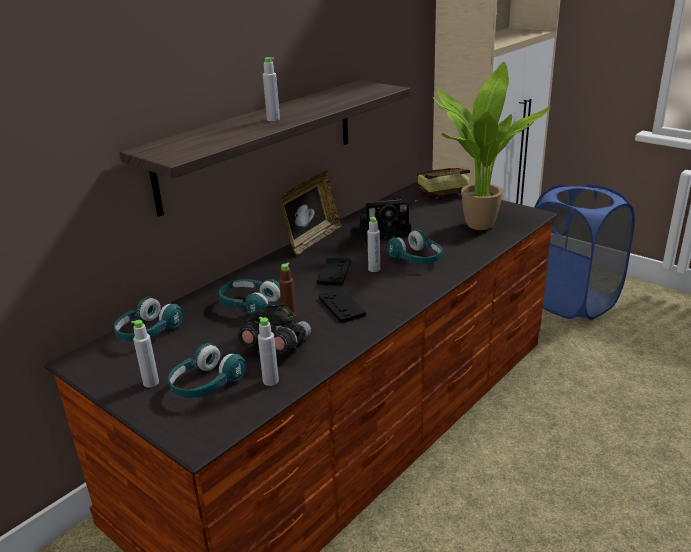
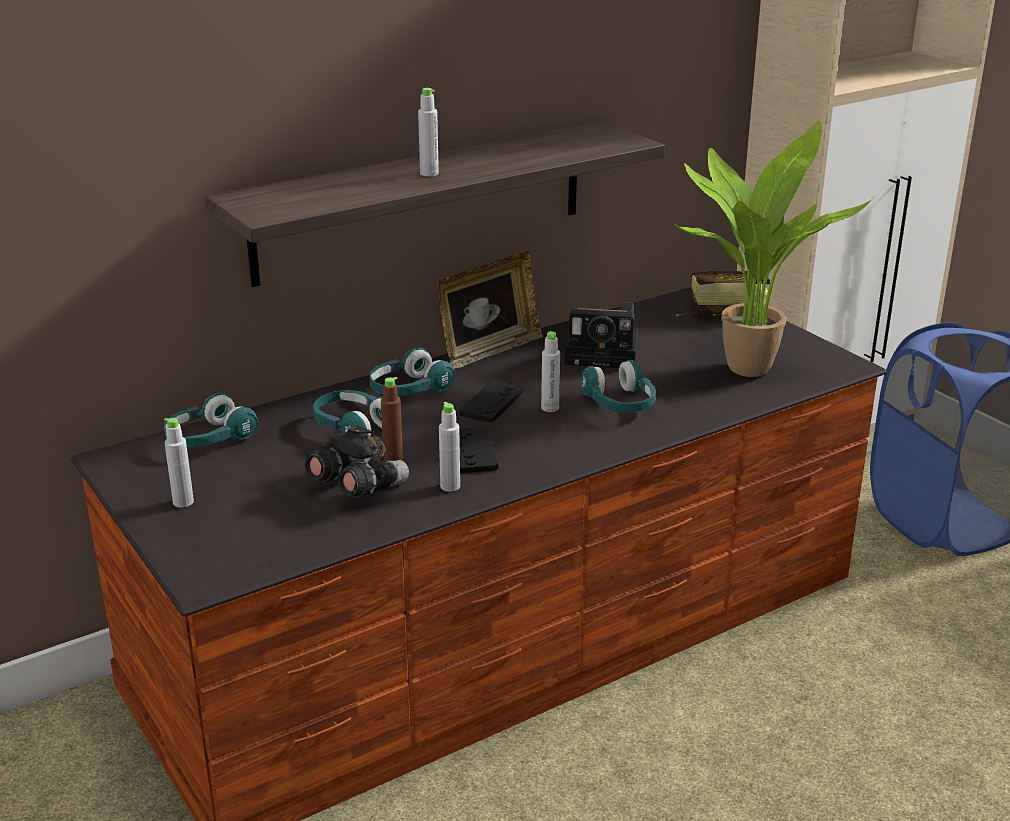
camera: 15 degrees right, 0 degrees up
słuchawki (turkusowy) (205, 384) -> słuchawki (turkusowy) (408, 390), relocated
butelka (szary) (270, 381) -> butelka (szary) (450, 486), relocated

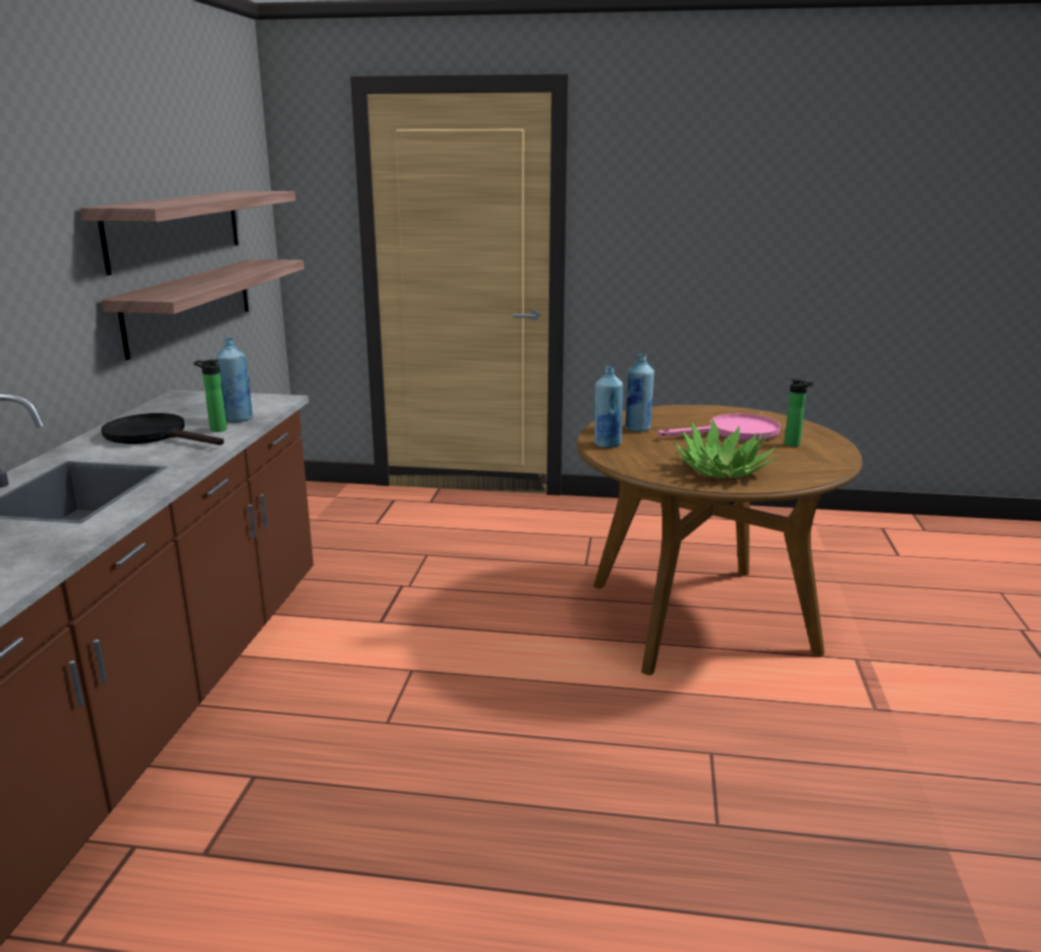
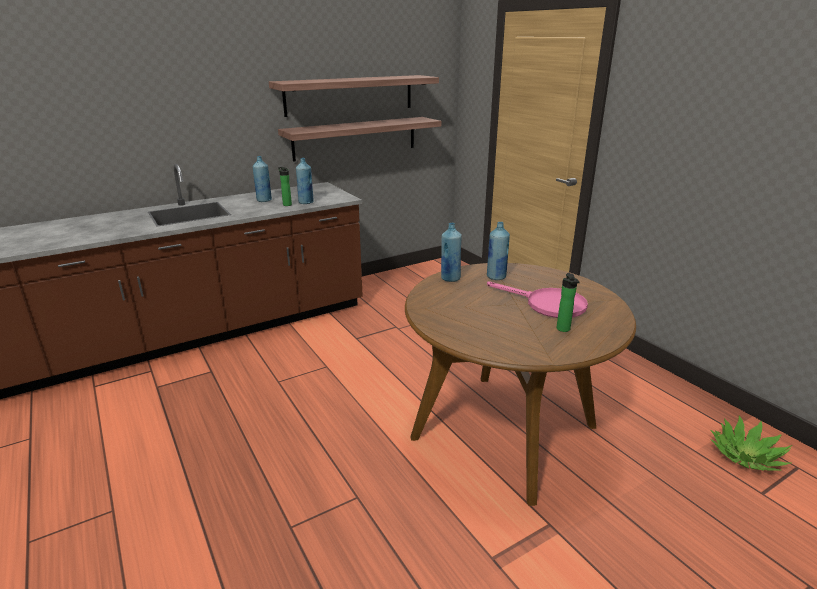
camera: 50 degrees right, 5 degrees up
roślina doniczkowa (722, 470) -> roślina doniczkowa (746, 456), relocated
patelnia (czarny) (154, 435) -> butelka (niebieski) (264, 200)

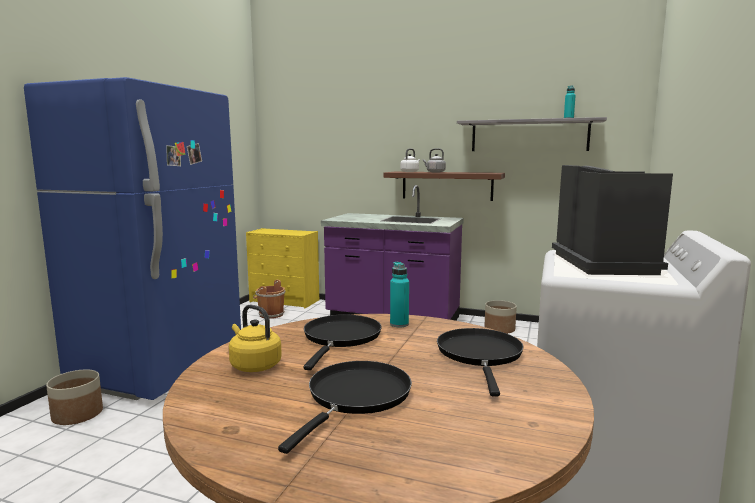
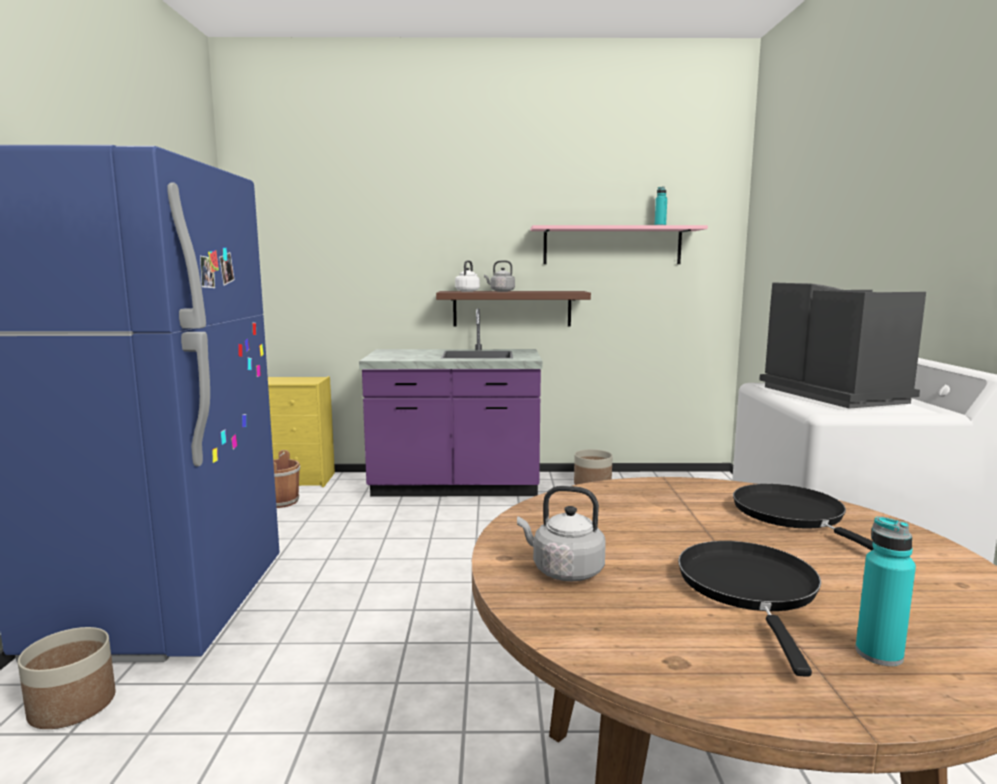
camera: 20 degrees left, 0 degrees up
patelnia (czarny) (341, 338) -> none
butelka (turkusowy) (399, 324) -> butelka (turkusowy) (879, 654), relocated
czajnik (żółty) (254, 365) -> czajnik (szary) (564, 571)
półka (szary) (529, 136) -> półka (różowy) (612, 246)

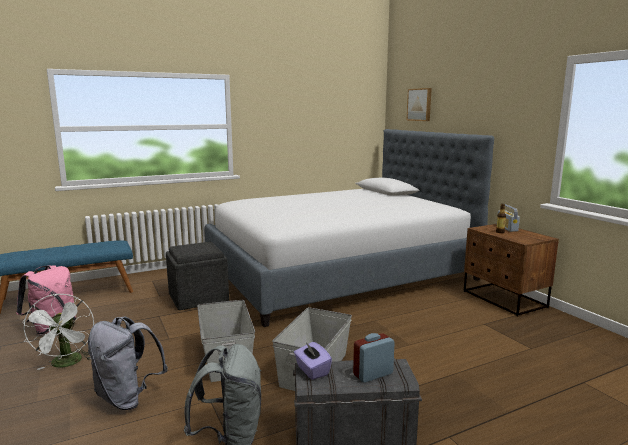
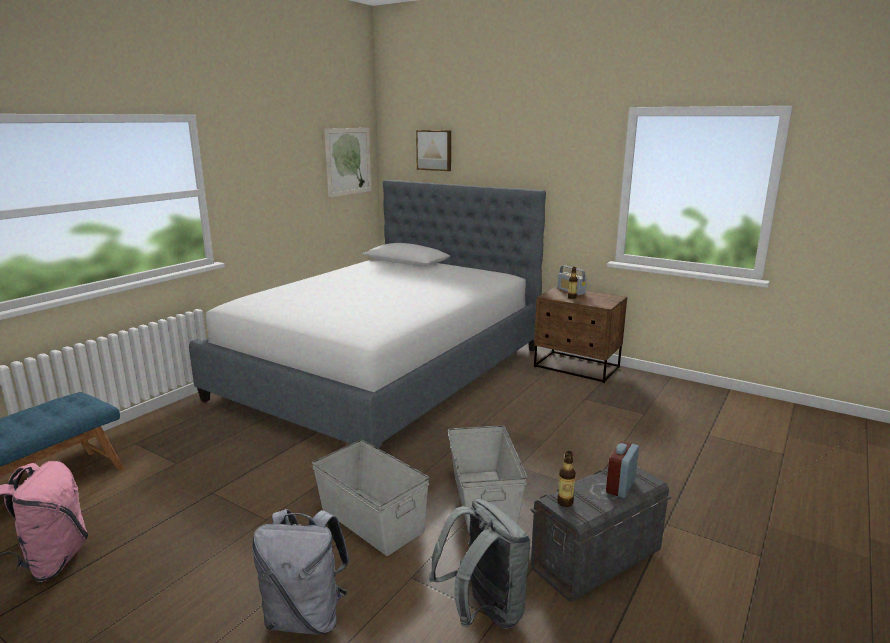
camera: 30 degrees left, 5 degrees up
wentylator (biały) (66, 364) -> none
pufa (szary) (199, 298) -> none
none -> obraz (348, 161)
pudełko chusteczek (fioletowy) (312, 370) -> butelka (565, 502)

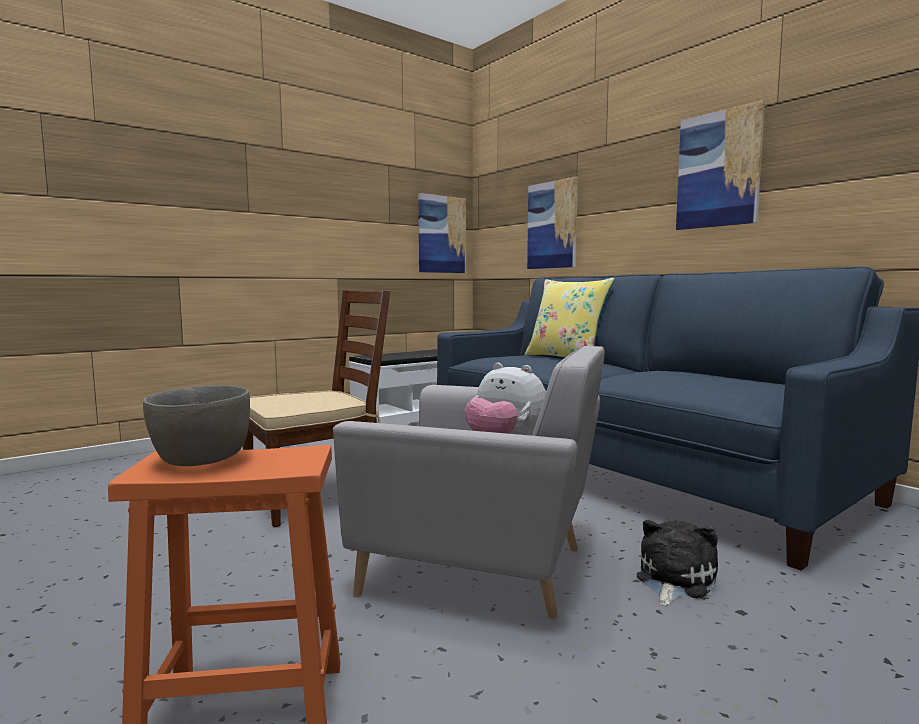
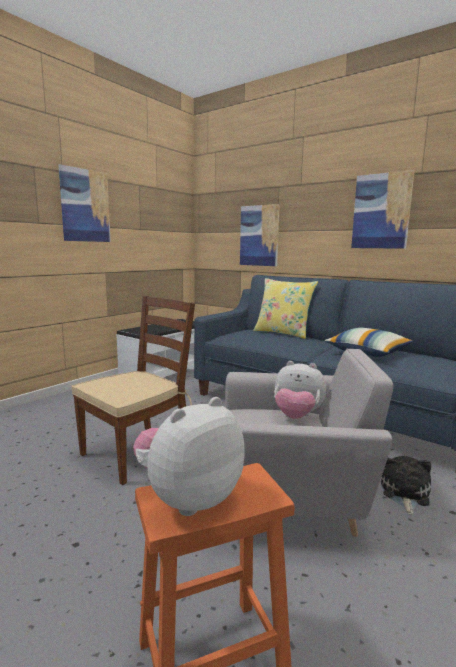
camera: 15 degrees left, 5 degrees up
none -> poduszka (368, 352)
obraz (441, 234) -> obraz (85, 206), relocated
miska (szary) (200, 460) -> pluszak (188, 497)

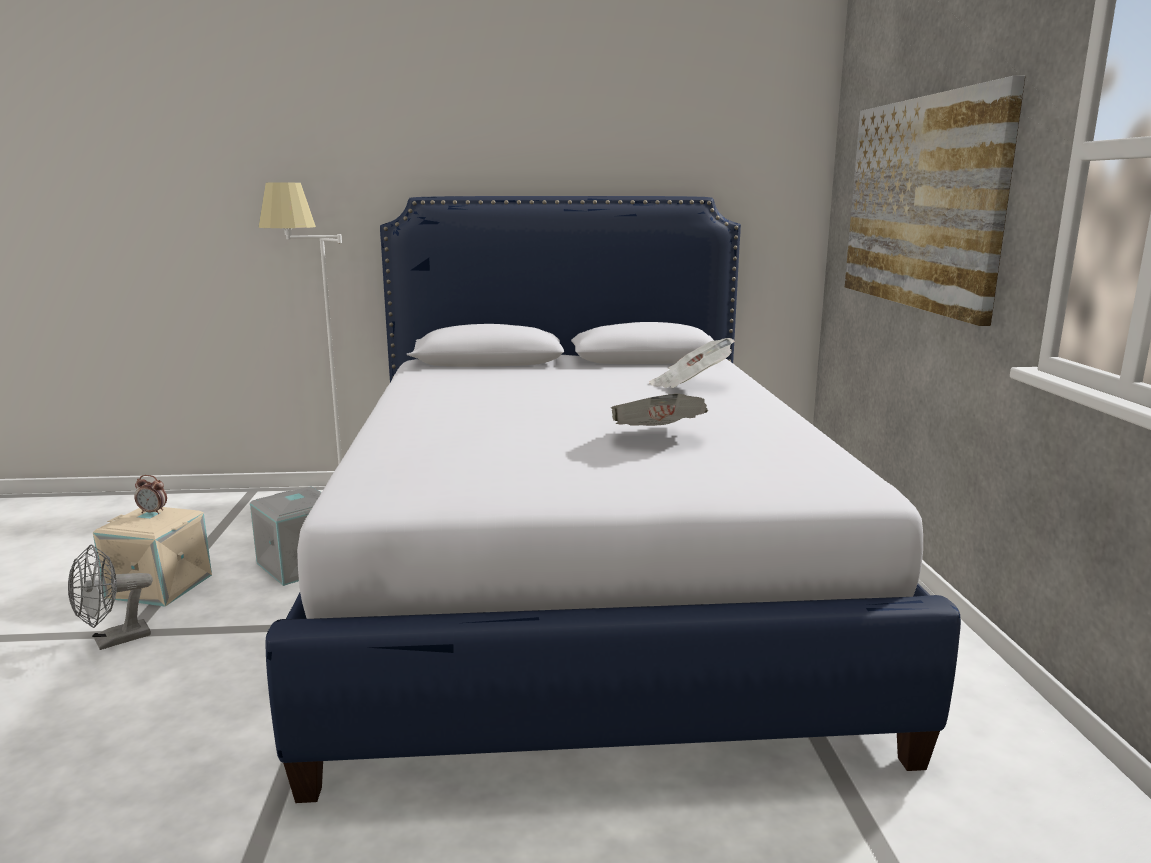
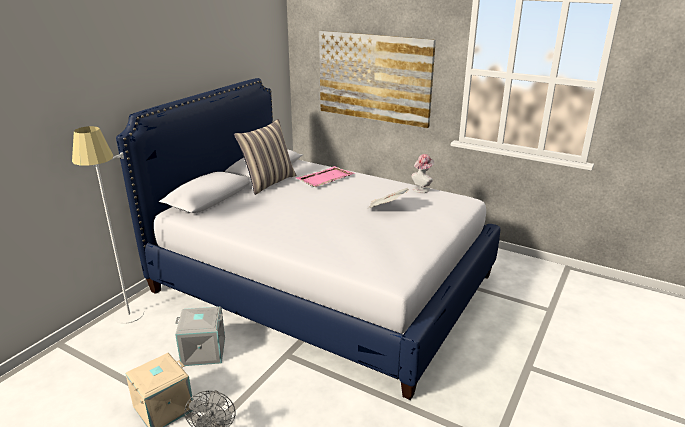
camera: 55 degrees left, 10 degrees up
budzik (153, 512) -> none
none -> poduszka (269, 182)
none -> kapelusz (422, 189)
gazeta (690, 385) -> taca (różowy) (324, 178)

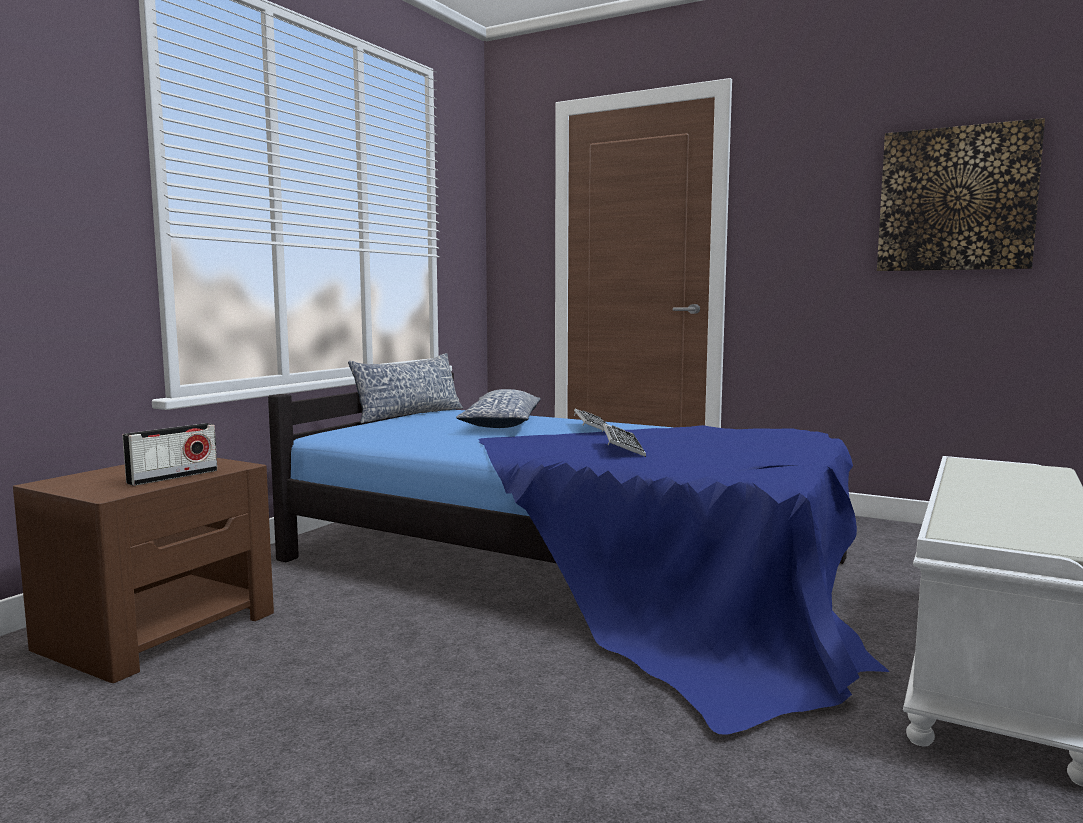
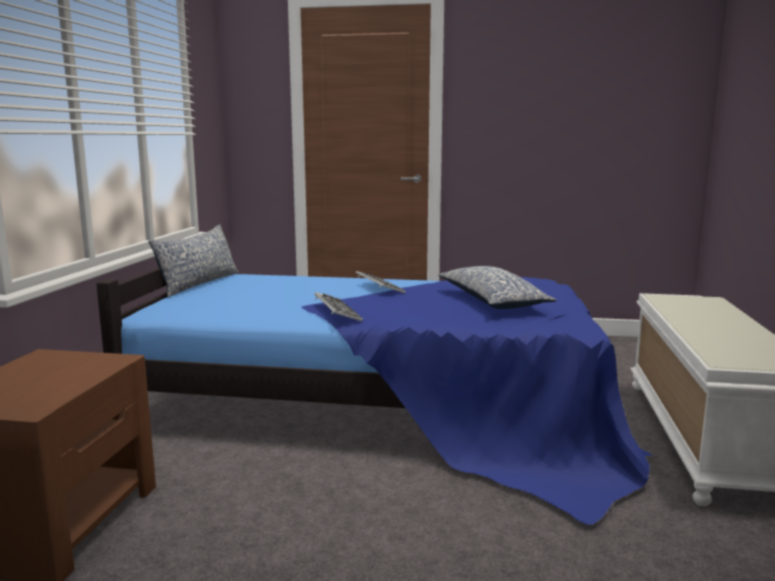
camera: 20 degrees left, 5 degrees up
radio (173, 477) -> none
obraz (956, 199) -> none
poduszka (501, 424) -> poduszka (491, 301), relocated
klawiatura (622, 447) -> klawiatura (336, 312), relocated

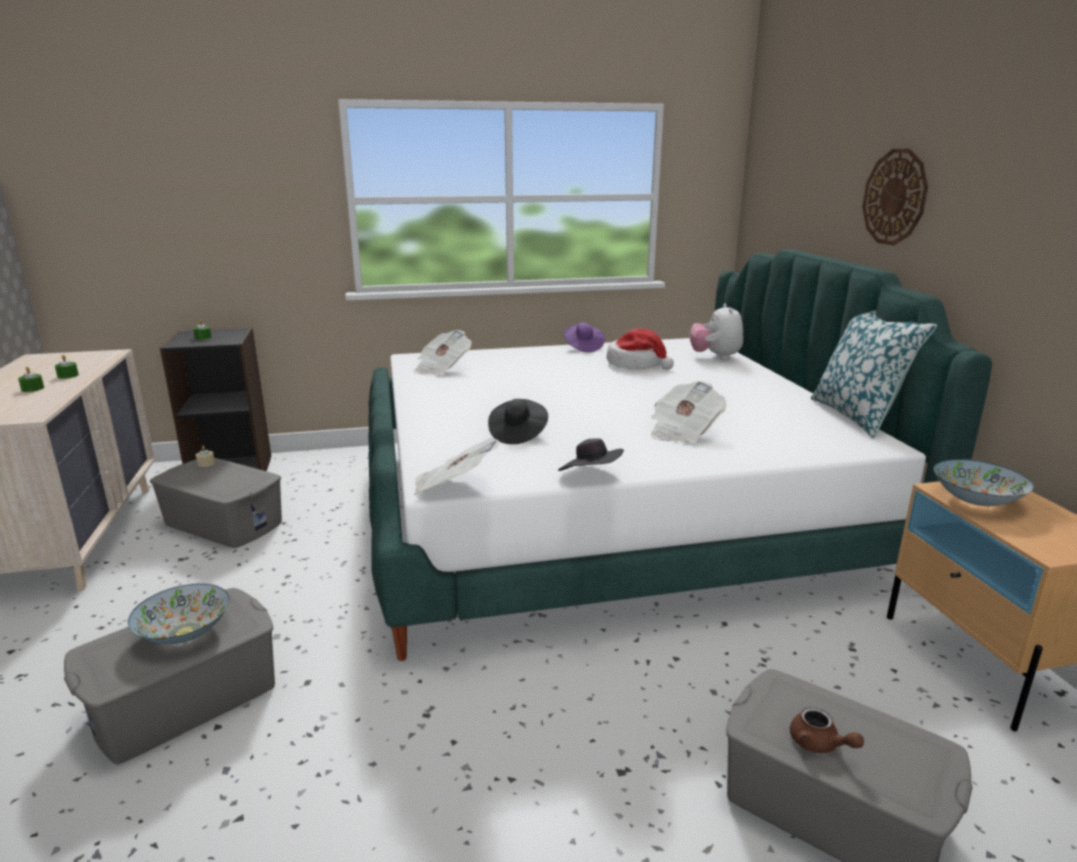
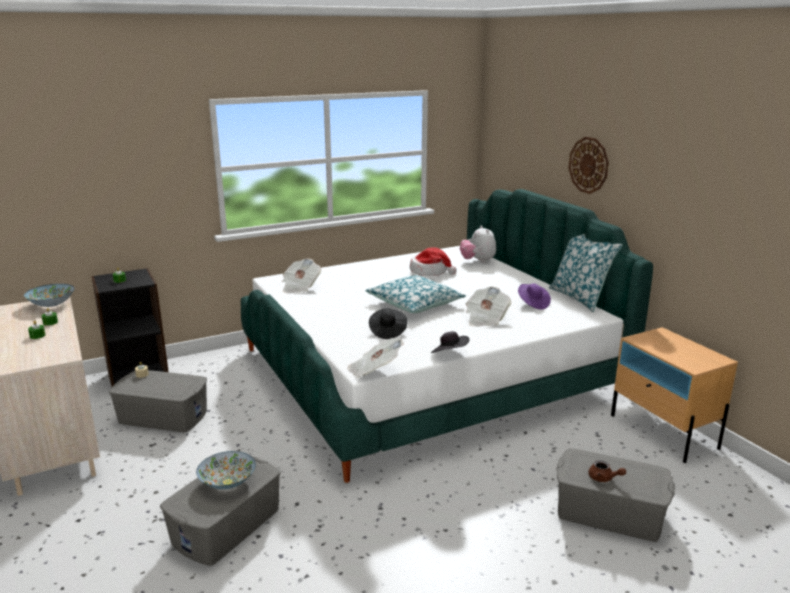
camera: 15 degrees left, 0 degrees up
none -> poduszka (415, 304)
kapelusz (fioletowy) (583, 347) -> kapelusz (fioletowy) (533, 304), relocated
miska (975, 500) -> miska (51, 304), relocated

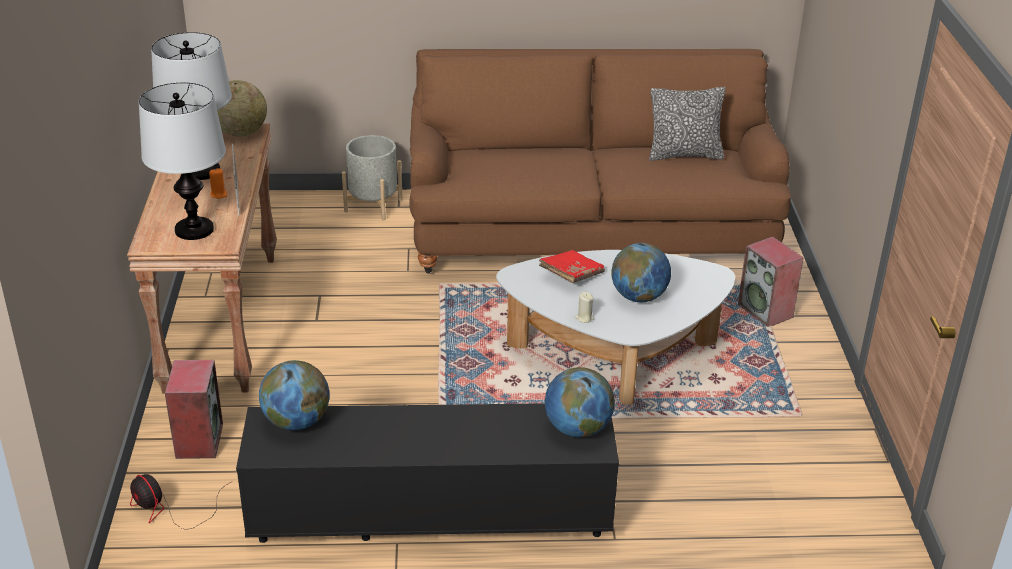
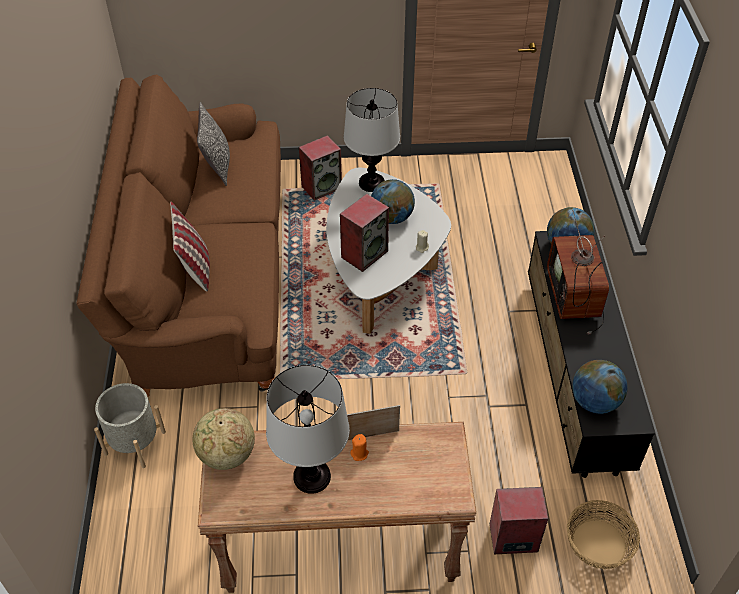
camera: 90 degrees left, 15 degrees up
none -> poduszka (195, 268)
none -> telewizor (575, 297)
lampa stołowa (194, 229) -> lampa stołowa (371, 183), relocated
wentylator (169, 510) -> koszyk (598, 544)
książka (czerwony) (571, 275) -> głośnik (364, 253)

